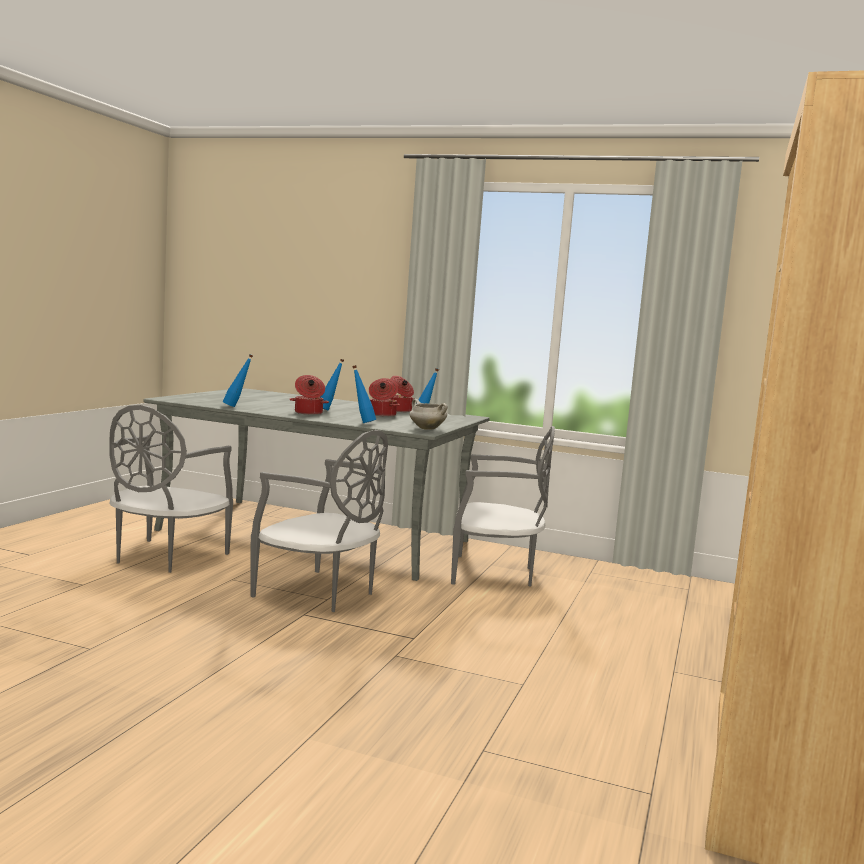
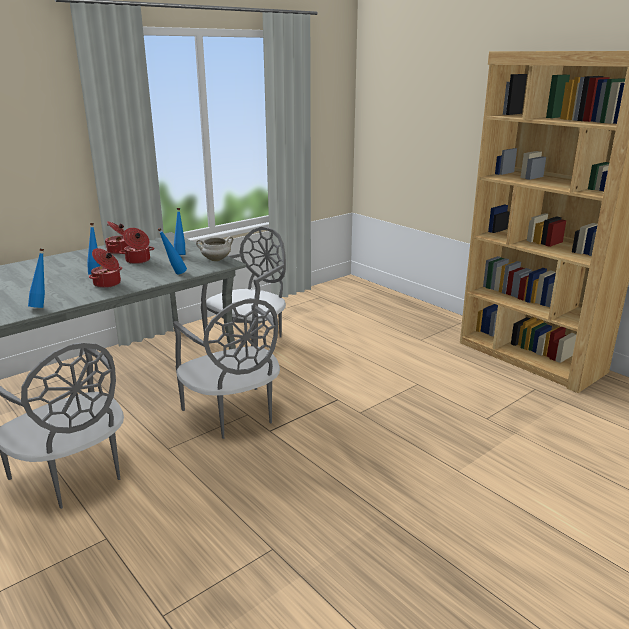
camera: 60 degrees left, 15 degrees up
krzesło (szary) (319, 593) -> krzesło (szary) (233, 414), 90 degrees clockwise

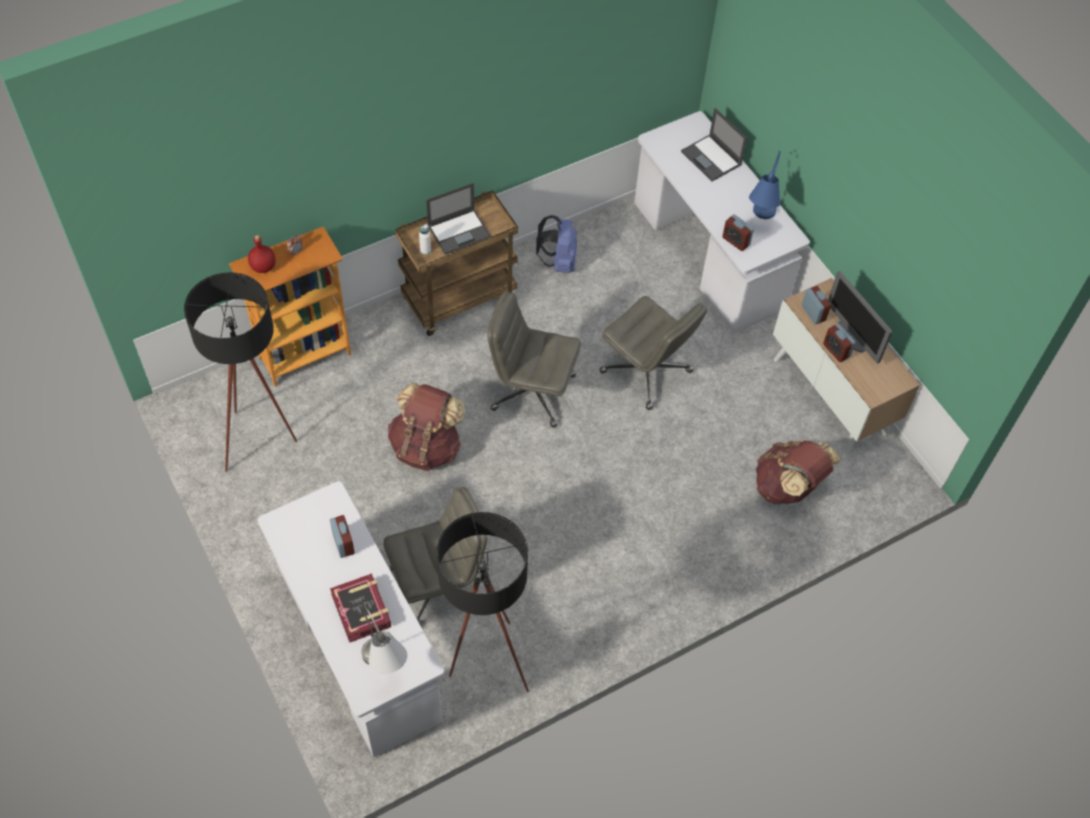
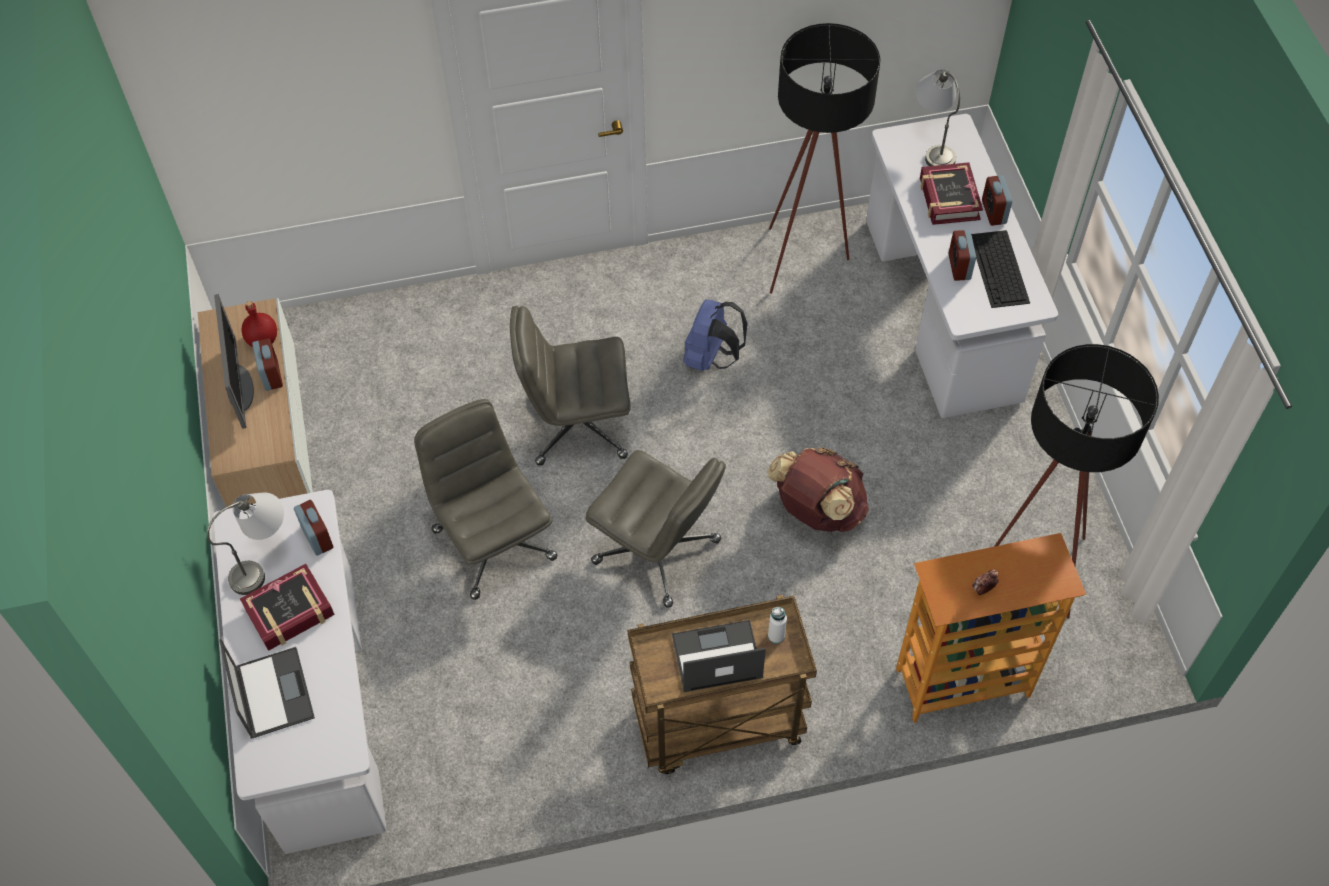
camera: 160 degrees left, 0 degrees up
plecak (brązowy) (788, 487) -> none
none -> książka (289, 612)
none -> klawiatura (999, 269)
butelka (czerwony) (264, 267) -> butelka (czerwony) (262, 340), relocated
krzesło biurowe (szary) (438, 585) -> krzesło biurowe (szary) (577, 425), relocated
plecak (niebieski) (559, 261) -> plecak (niebieski) (711, 357), relocated
budzik (813, 313) -> budzik (993, 212), relocated
lampa stołowa (niebieski) (759, 221) -> lampa stołowa (szary) (265, 561)

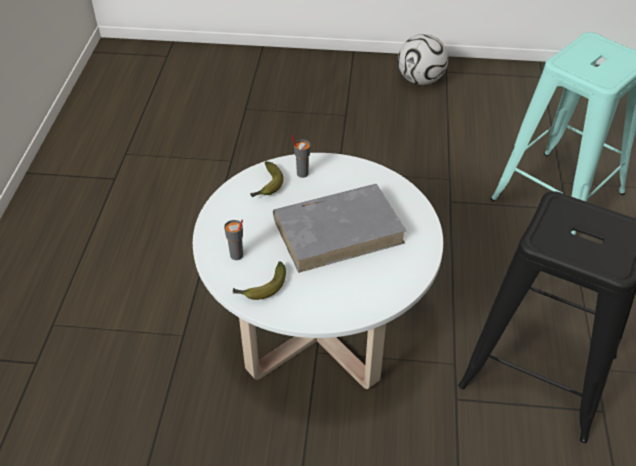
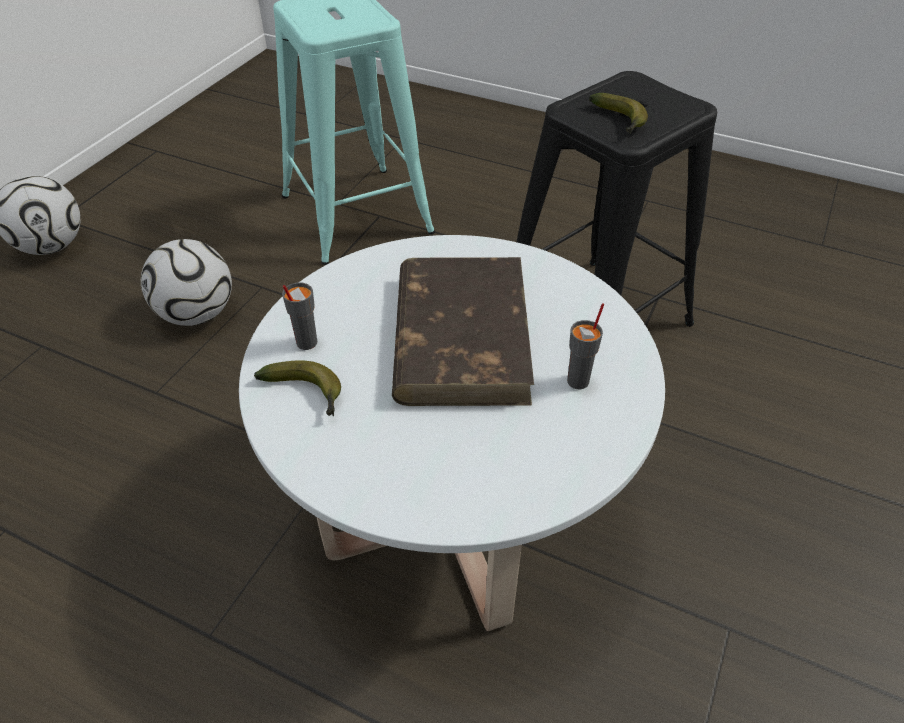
camera: 70 degrees left, 0 degrees up
none -> piłka futbolowa (197, 314)
filiżanka (szary) (236, 255) -> filiżanka (szary) (579, 381), relocated
banan (261, 288) -> banan (620, 122), relocated
książka (szary) (339, 230) -> książka (brązowy) (461, 335)

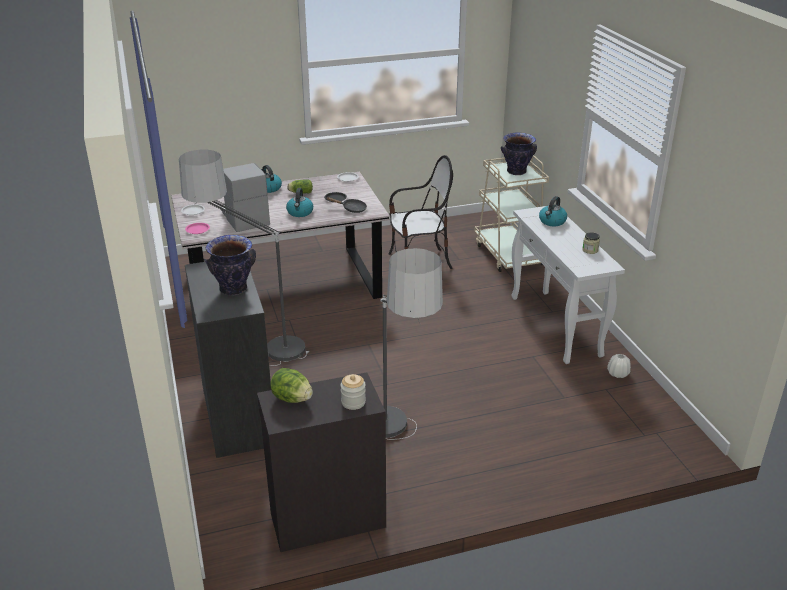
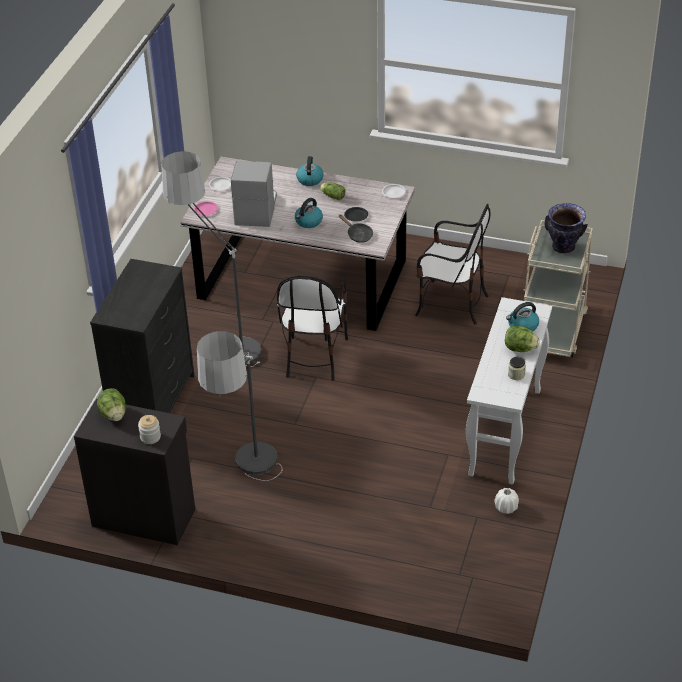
camera: 35 degrees right, 10 degrees up
wazon (233, 289) -> none
none -> krzesło (314, 356)
none -> sałata (520, 348)

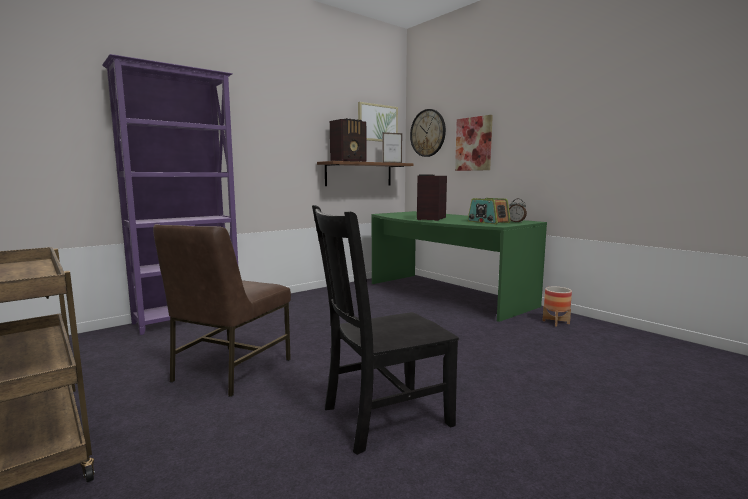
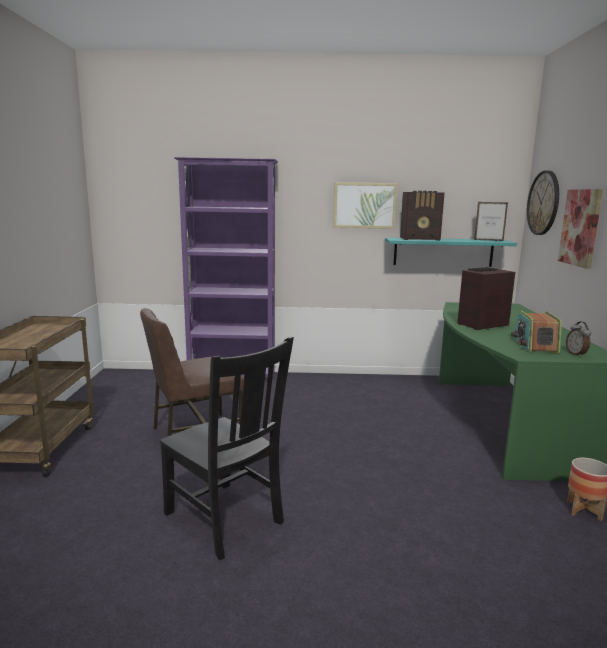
camera: 40 degrees right, 5 degrees up
obraz (377, 123) -> obraz (364, 205), relocated
półka (brązowy) (359, 174) -> półka (turkusowy) (443, 252)
krzesło (czarny) (382, 417) -> krzesło (czarny) (225, 520), 150 degrees counterclockwise

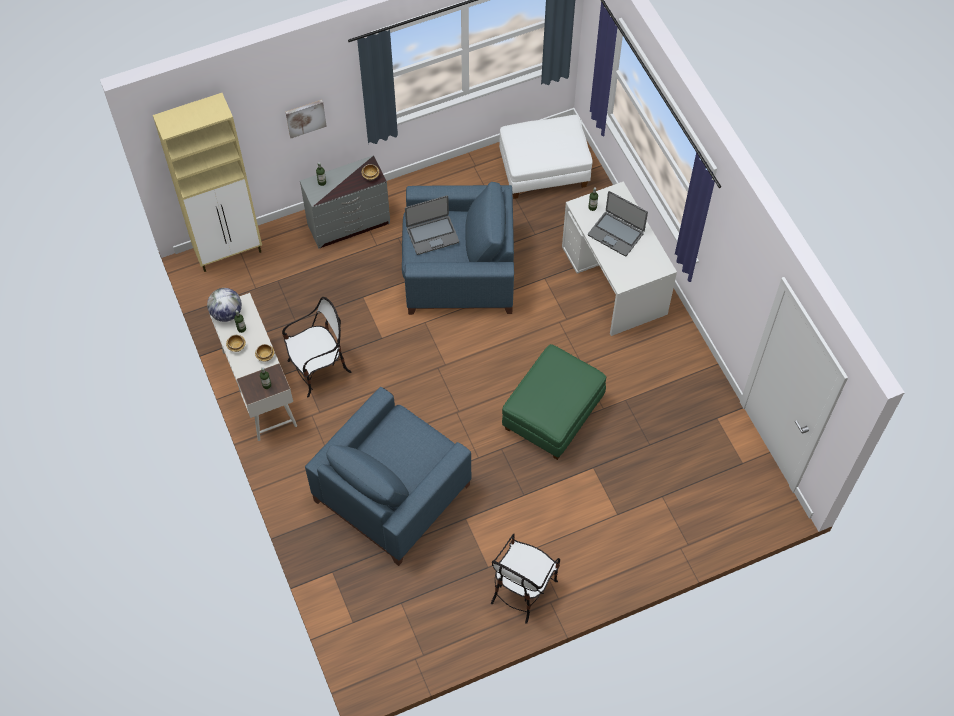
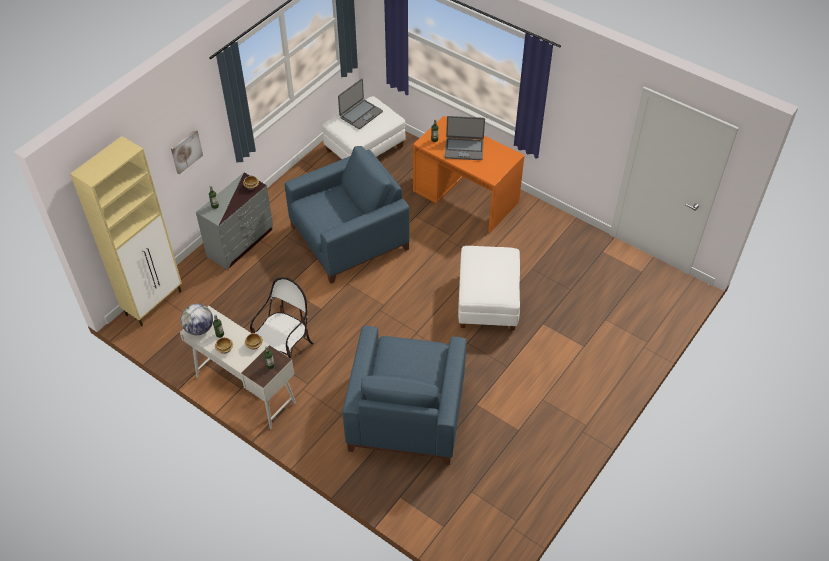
camera: 30 degrees left, 10 degrees down
krzesło (522, 589) -> none
laptop (432, 235) -> laptop (360, 114), relocated
pufa (zielony) (553, 415) -> pufa (biały) (488, 302)
biurko (biały) (614, 280) -> biurko (pomarańczowy) (465, 196)

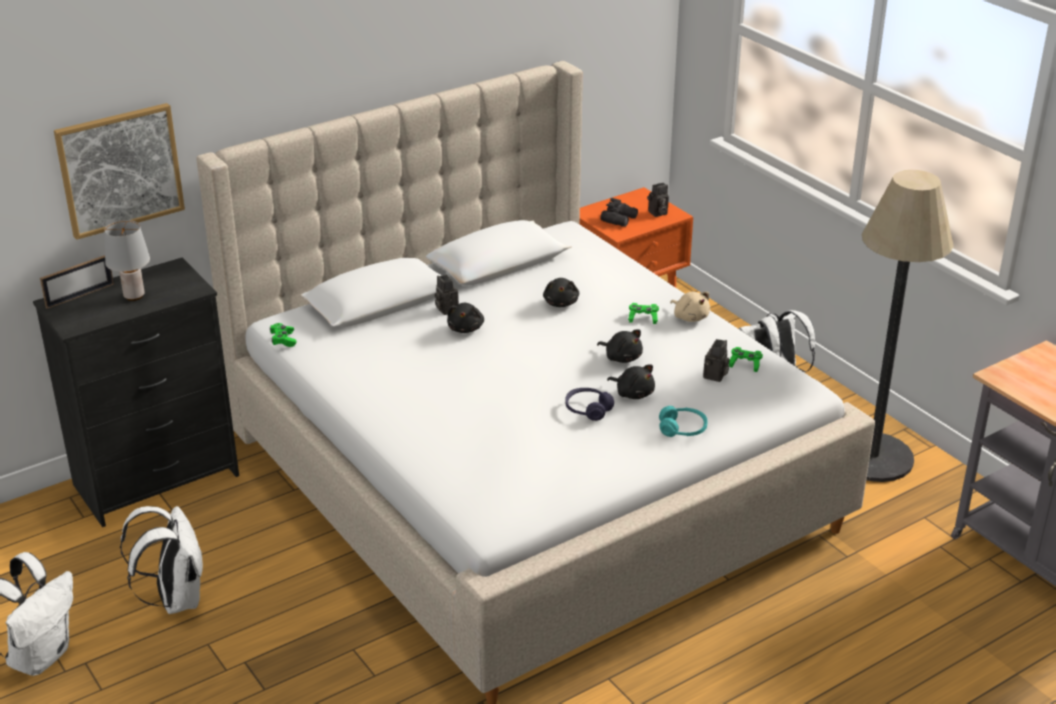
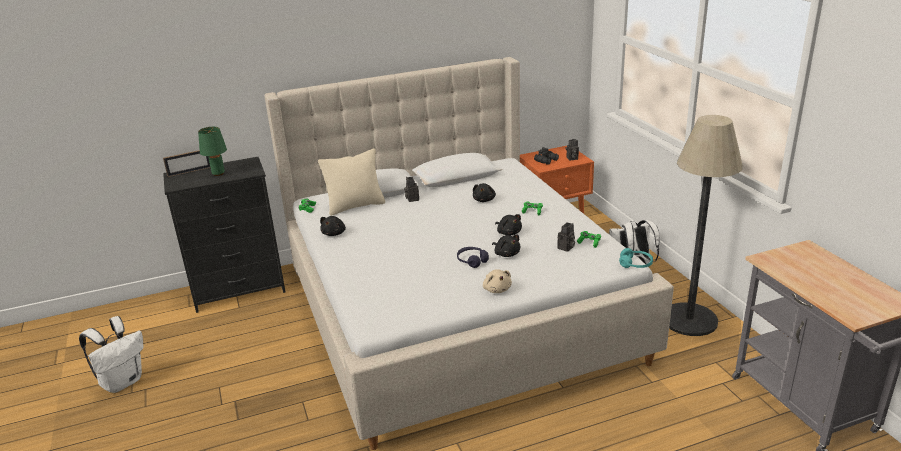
camera: 15 degrees right, 5 degrees down
obraz (120, 169) -> none
plecak (biały) (175, 599) -> none
none -> poduszka (beżowy) (355, 206)
pluszak (czarny) (466, 328) -> pluszak (czarny) (334, 233), relocated
słuchawki (turkusowy) (682, 429) -> słuchawki (turkusowy) (635, 264), relocated
pluszak (beżowy) (690, 317) -> pluszak (beżowy) (496, 289), relocated
lampa stołowa (szary) (134, 296) -> lampa stołowa (zielony) (218, 174)

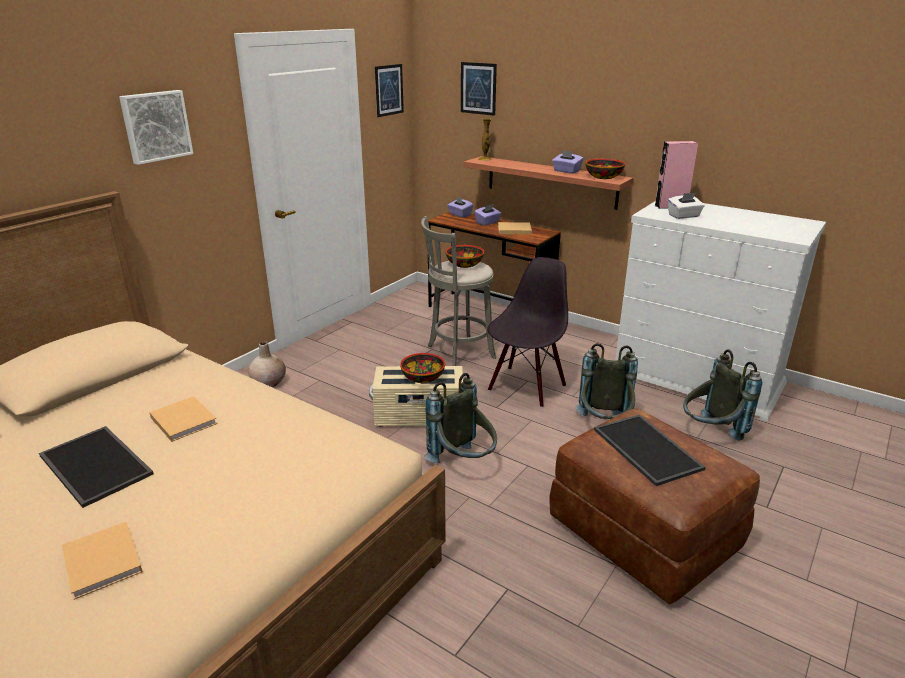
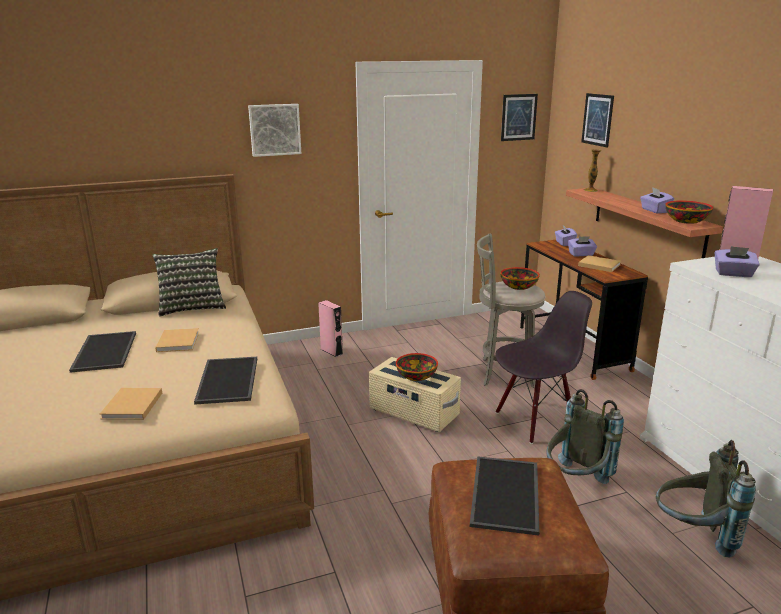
camera: 35 degrees right, 5 degrees down
plecak (szary) (464, 463) -> none
none -> poduszka (192, 307)
none -> taca (229, 380)
książka (beżowy) (103, 563) -> książka (beżowy) (131, 406), relocated
wazon (beżowy) (268, 382) -> głośnik (różowy) (331, 351)
pudełko chusteczek (biały) (684, 216) -> pudełko chusteczek (fioletowy) (733, 274)

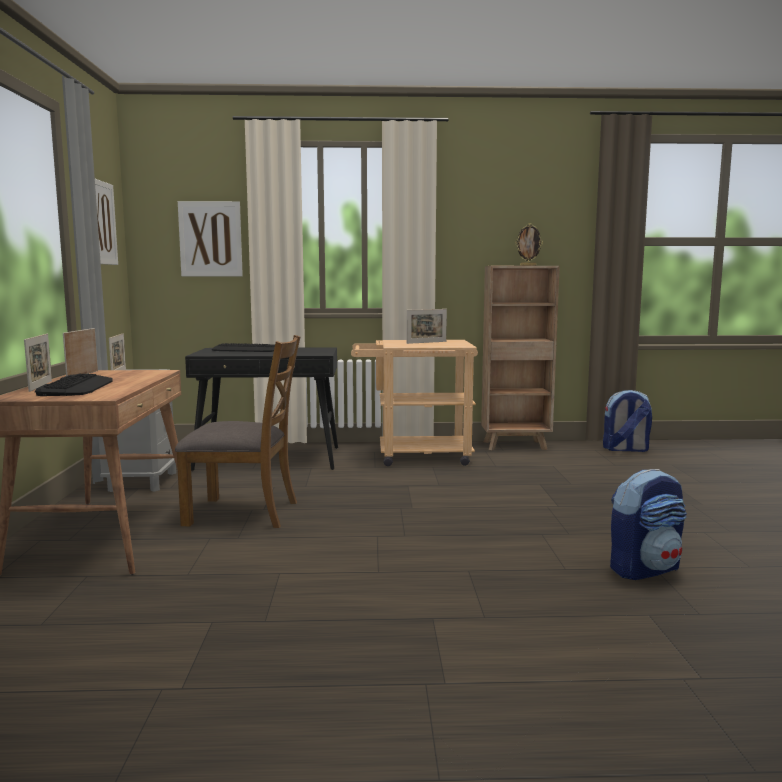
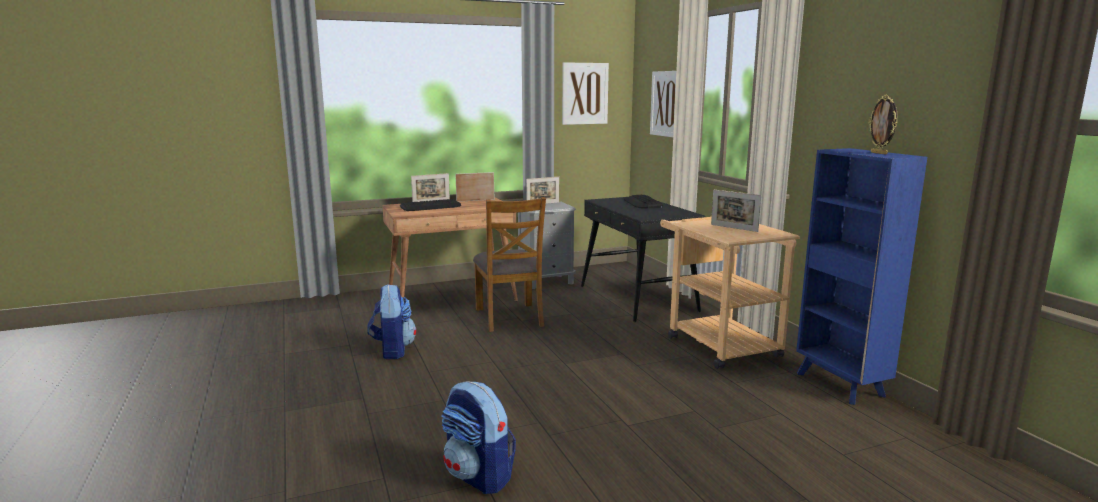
camera: 70 degrees right, 5 degrees up
plecak (625, 449) -> plecak (392, 350), relocated
regał (brązowy) (516, 445) -> regał (niebieski) (840, 385)

